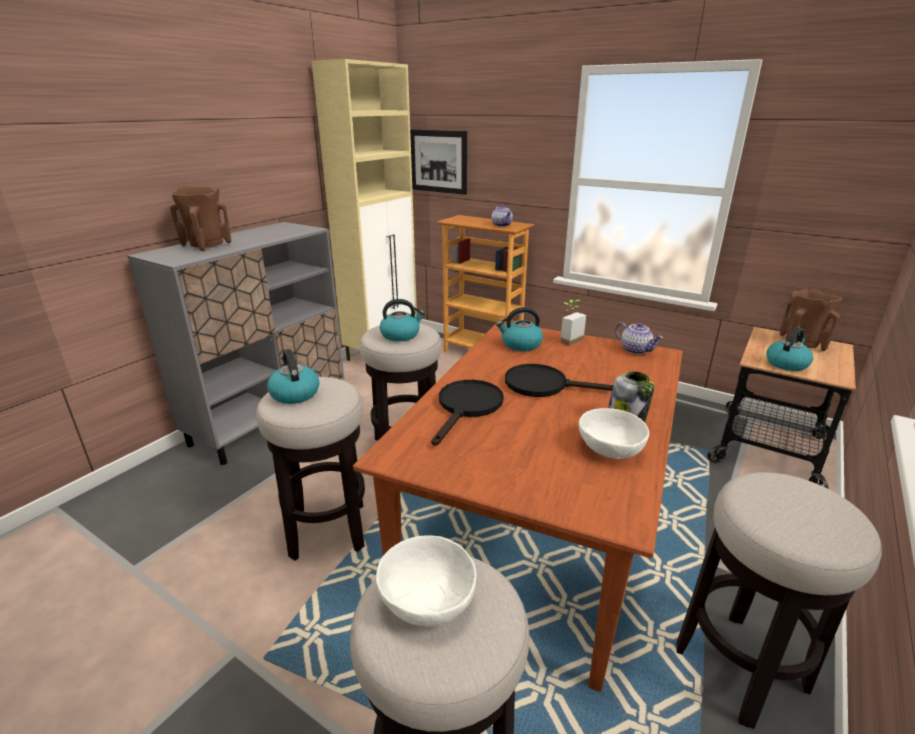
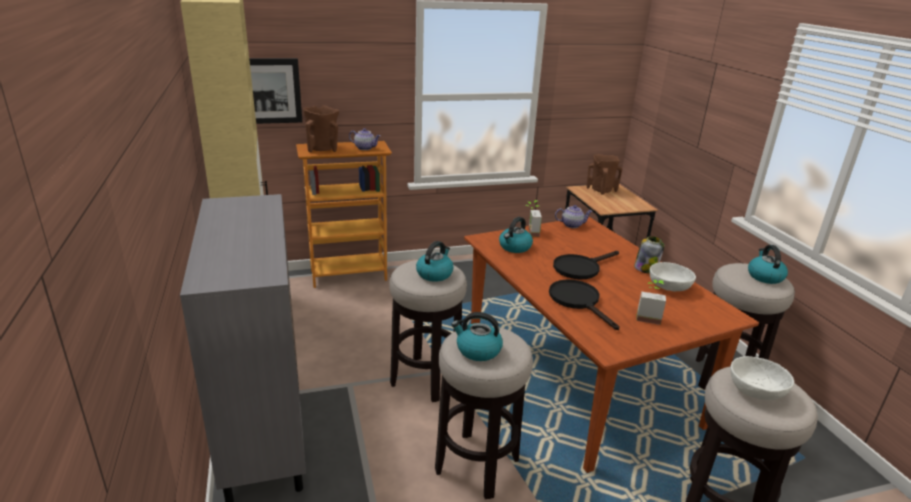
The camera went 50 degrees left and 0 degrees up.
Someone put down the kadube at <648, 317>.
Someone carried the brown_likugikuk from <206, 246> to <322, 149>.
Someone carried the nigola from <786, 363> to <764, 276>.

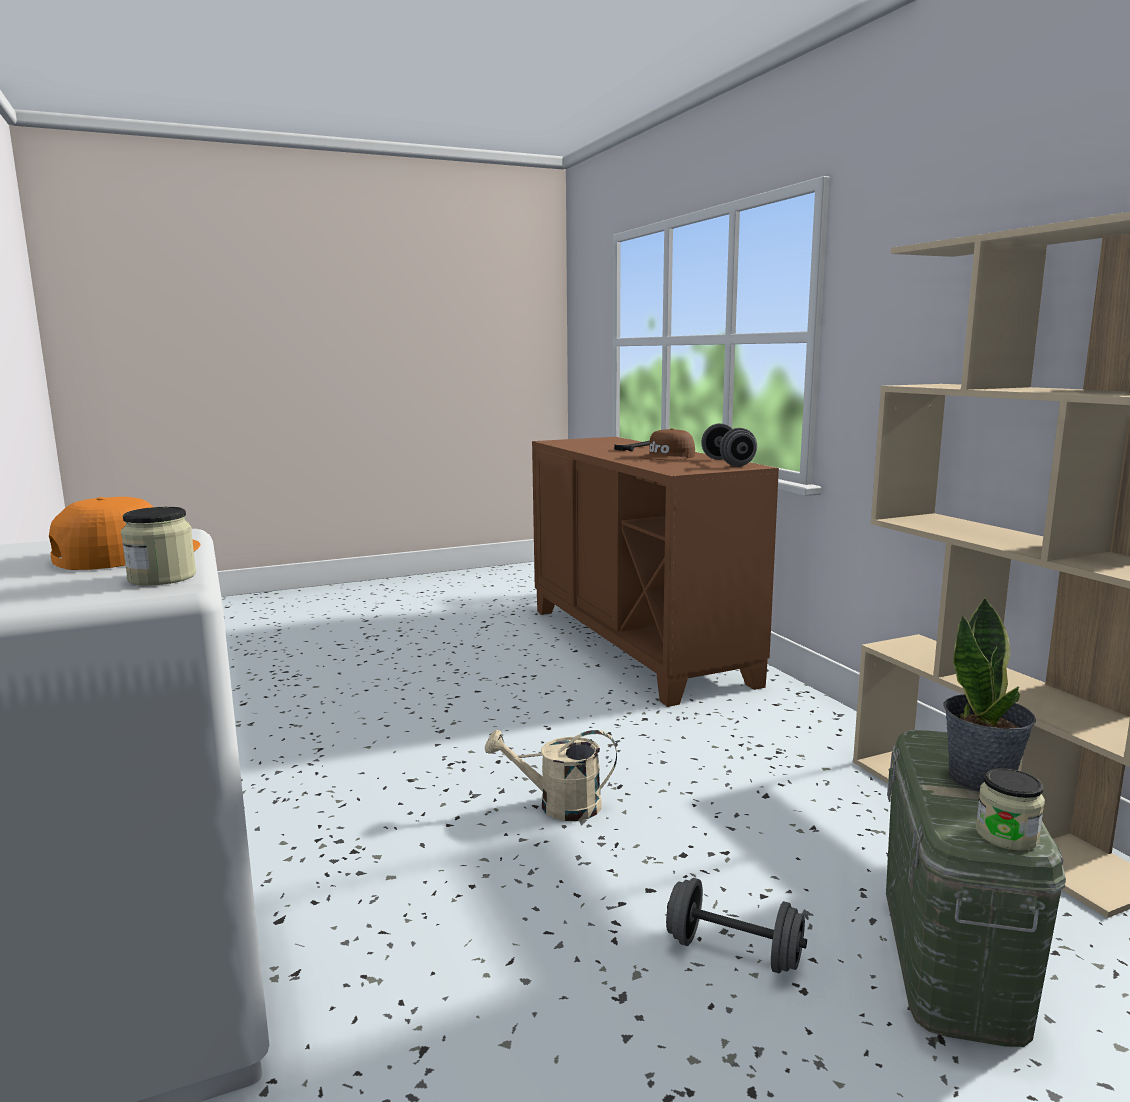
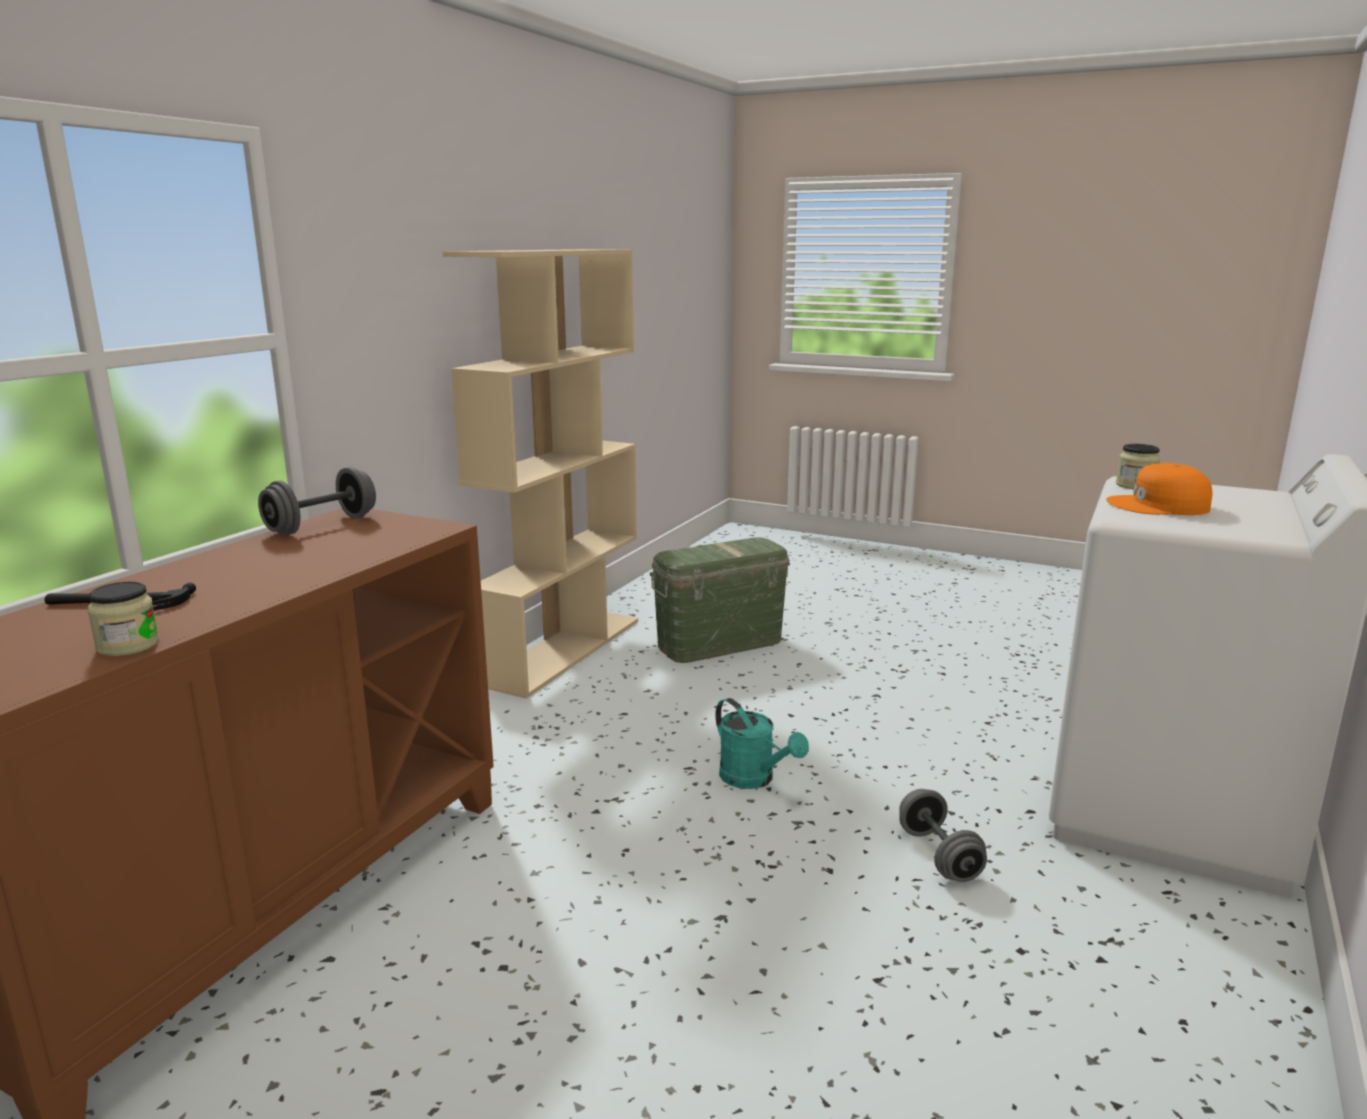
The camera went 130 degrees left and 5 degrees up.
Someone took away the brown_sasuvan at <668, 457>.
Someone took away the kadube at <981, 779>.
Someone carried the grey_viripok from <733, 952> to <939, 855>.
Someone carried the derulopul from <1006, 835> to <128, 645>.
Someone repainted the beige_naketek at <558, 806>, which became the turquoise_naketek at <754, 779>.

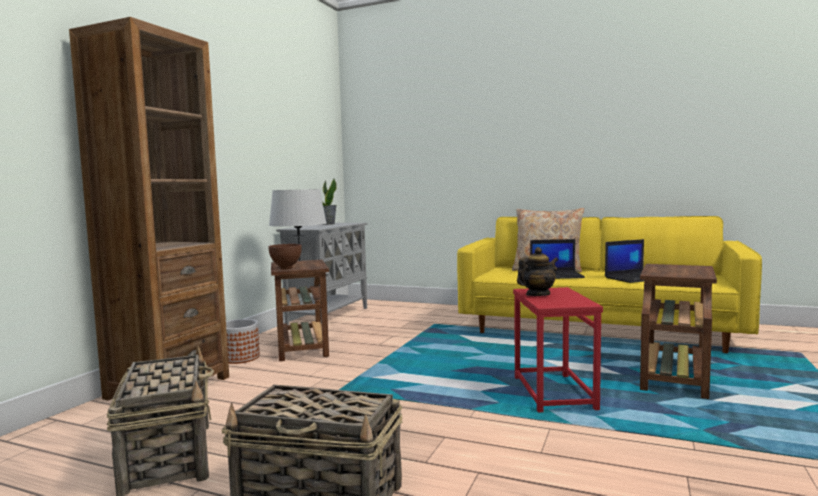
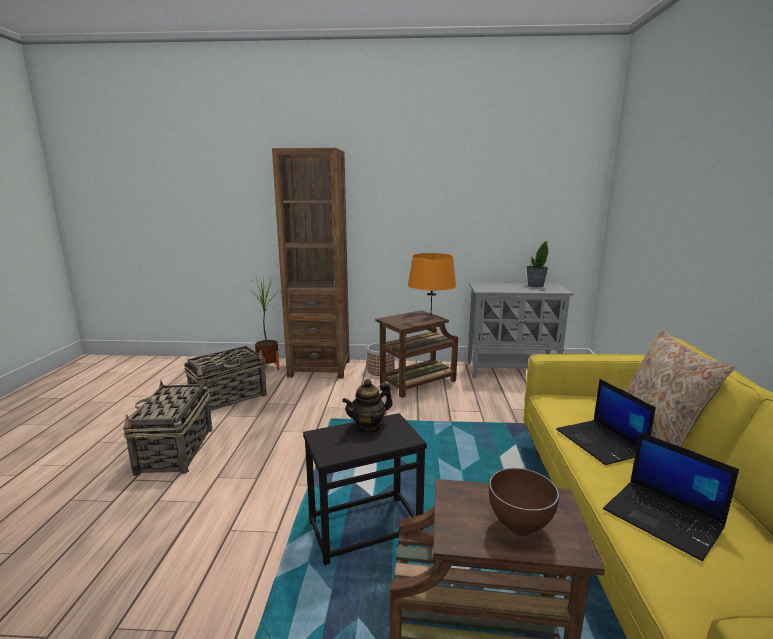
The camera went 70 degrees right and 10 degrees up.
Someone put down the kadube at <268, 368>.
Someone carried the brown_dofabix from <286, 268> to <520, 528>.
Someone repainted the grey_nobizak at <299, 261>, which became the orange_nobizak at <430, 316>.
Someone repainted the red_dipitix at <552, 393>, which became the black_dipitix at <364, 528>.
Someone rotated the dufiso at <537, 295> by 105 degrees clockwise.

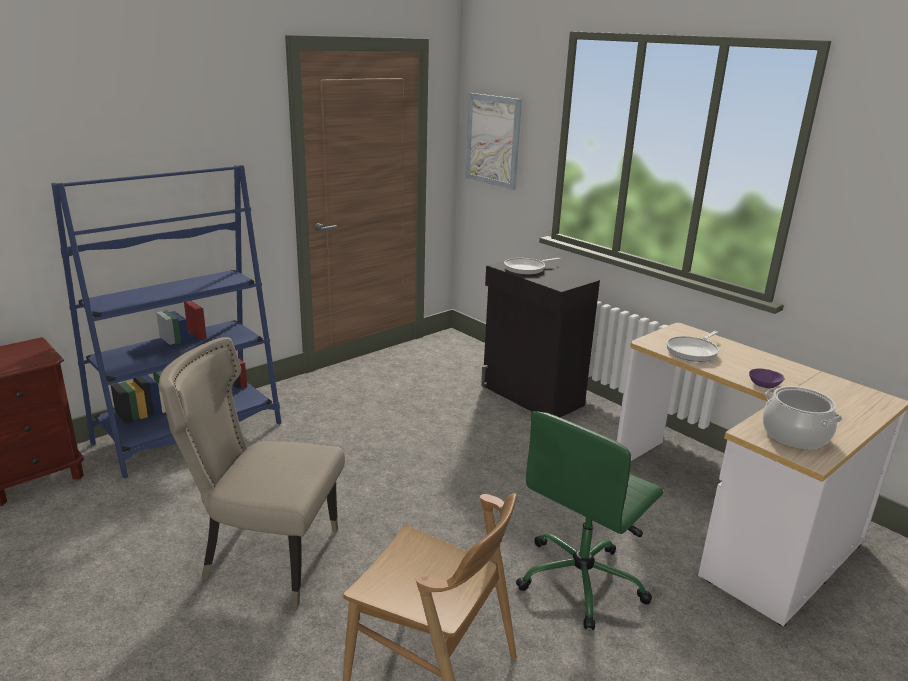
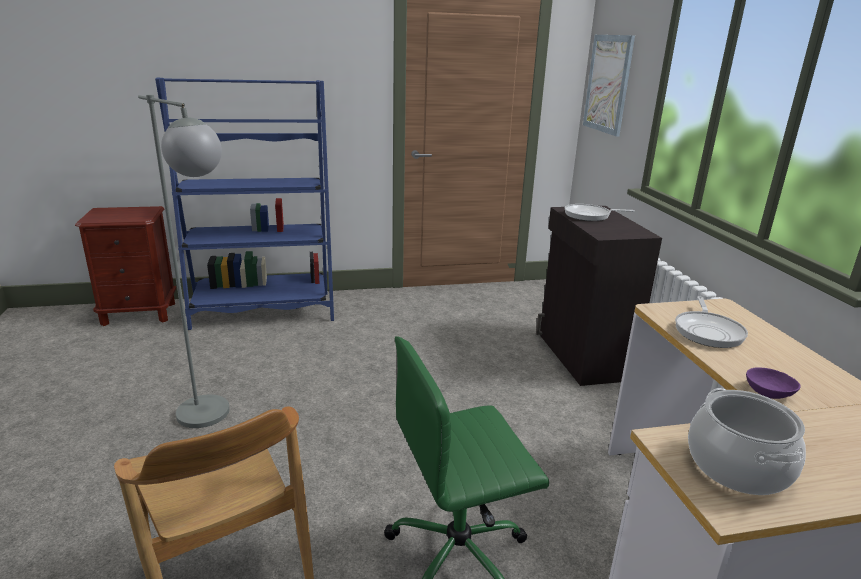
The camera went 30 degrees right and 0 degrees up.
Someone swapped the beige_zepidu at <265, 557> for the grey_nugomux at <213, 420>.
Someone rotated the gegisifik at <693, 351> by 60 degrees counterclockwise.

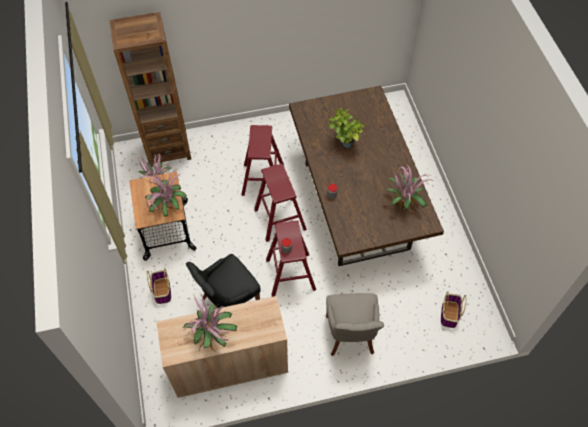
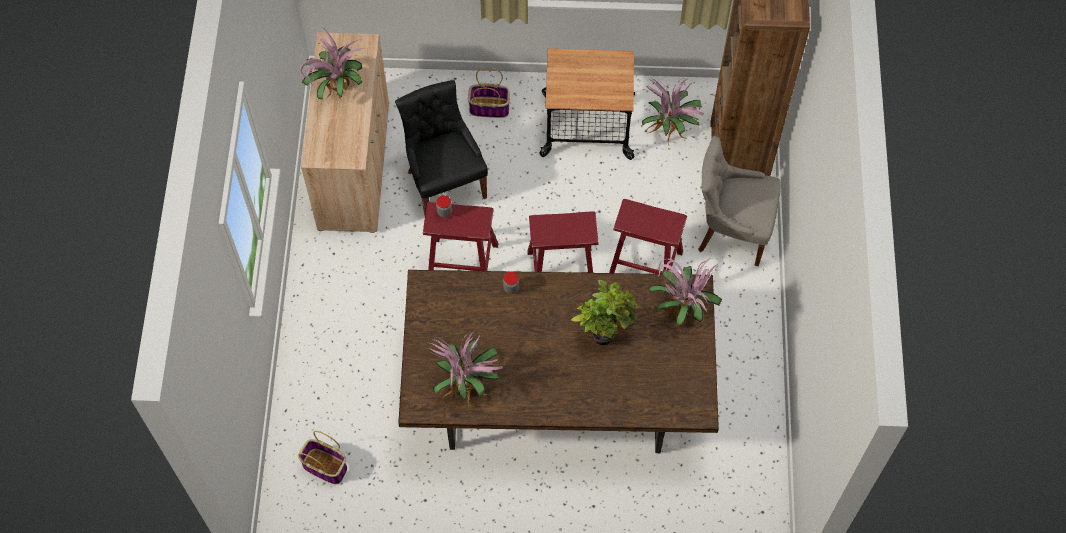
The camera went 105 degrees right and 5 degrees up.
Someone carried the kadube from <168, 208> to <681, 308>.
Someone carried the grey_zepidu from <350, 336> to <731, 231>.

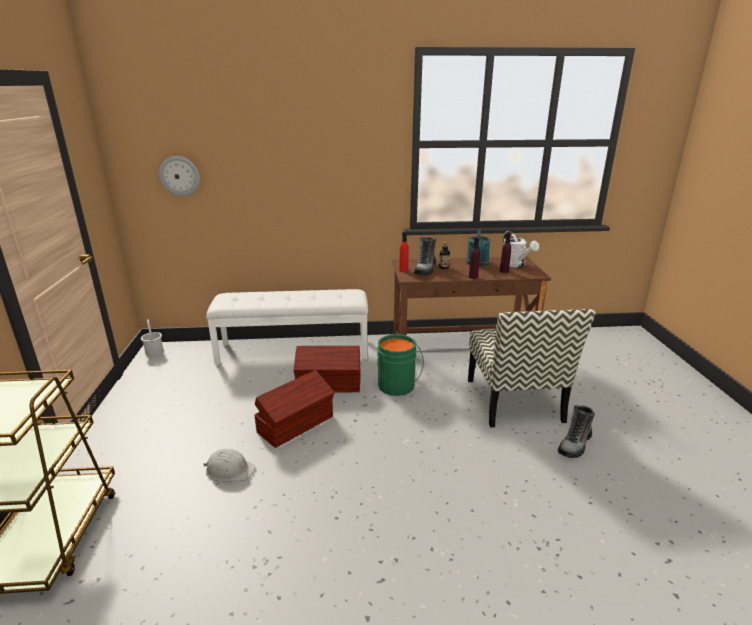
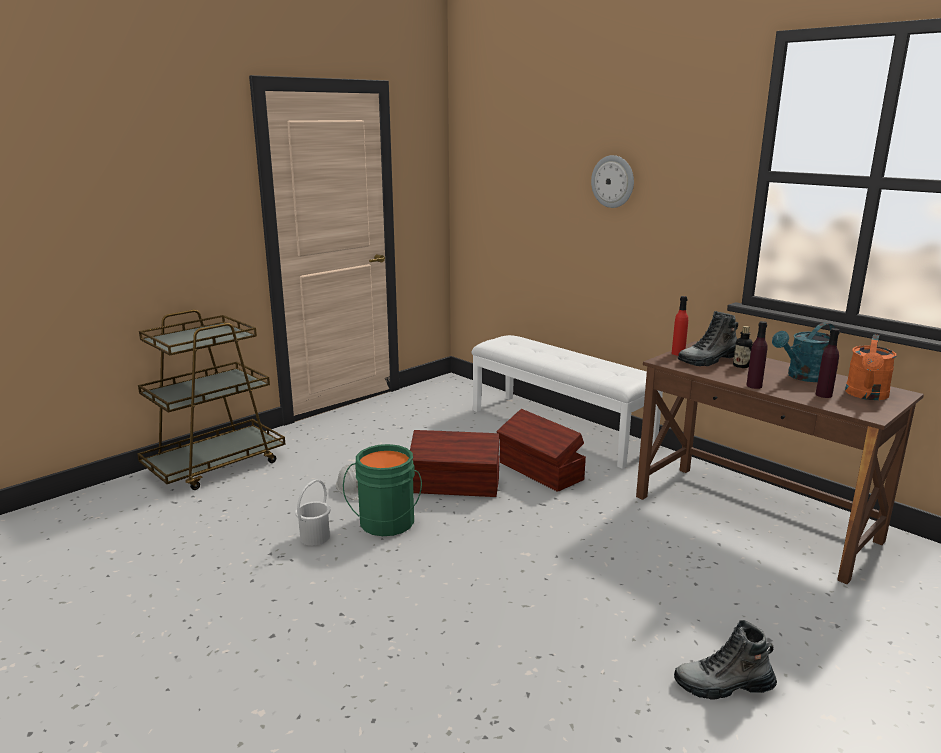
The camera went 50 degrees right and 5 degrees down.
Someone took away the zepidu at <515, 401>.
Someone carried the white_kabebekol from <154, 352> to <314, 537>.
Someone carried the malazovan from <179, 176> to <613, 181>.
Someone carried the green_kabebekol from <397, 387> to <386, 524>.
Someone repainted the white_naketek at <515, 265>, which became the orange_naketek at <866, 395>.

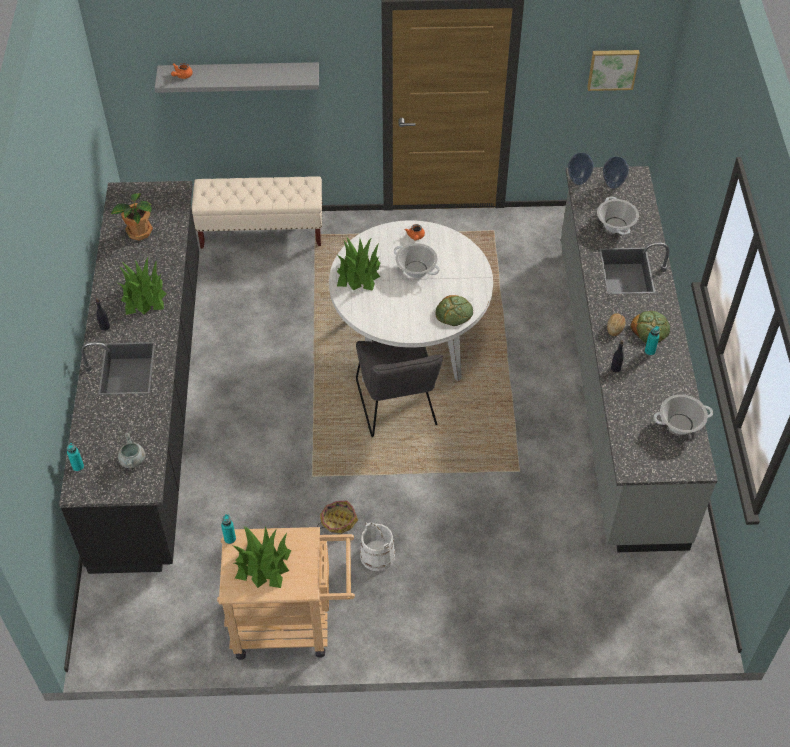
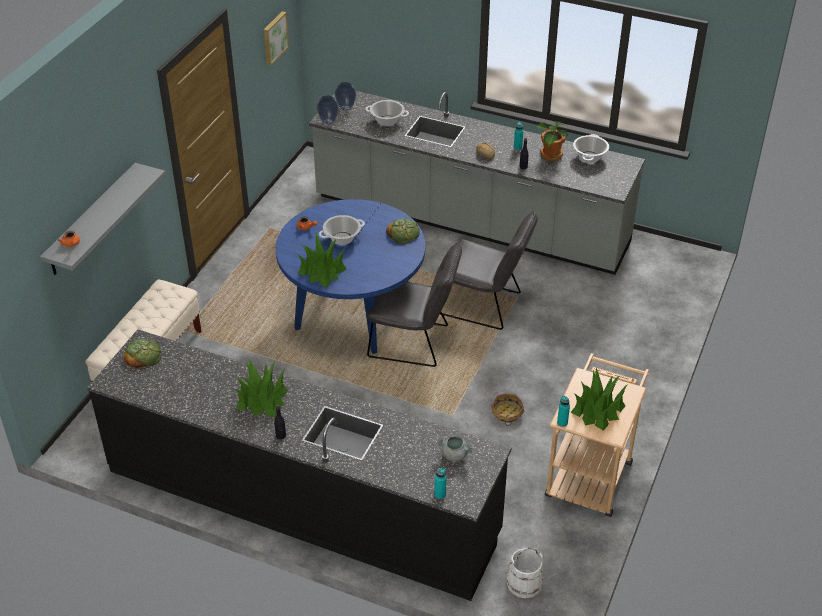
The camera went 65 degrees left and 10 degrees down.
Someone put down the grey_zepidu at <485, 305>.
Someone carried the kadube from <138, 231> to <550, 156>.
Someone carried the white_kabebekol from <377, 556> to <524, 583>.
Someone carried the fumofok from <650, 329> to <143, 355>.
Someone repainted the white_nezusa at <410, 344>, which became the blue_nezusa at <353, 314>.

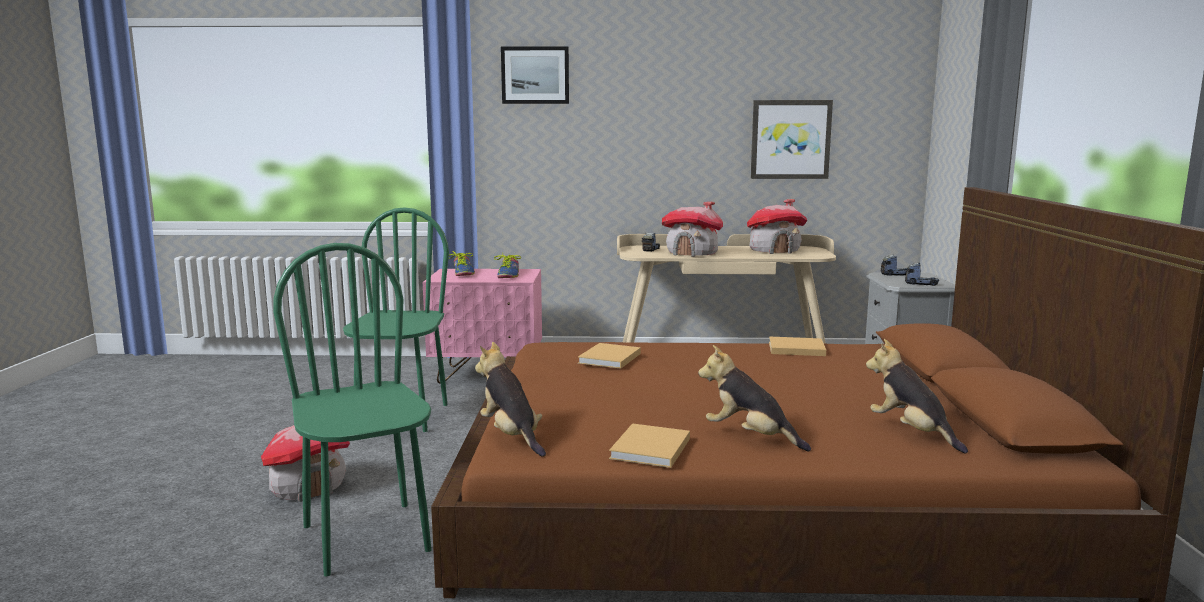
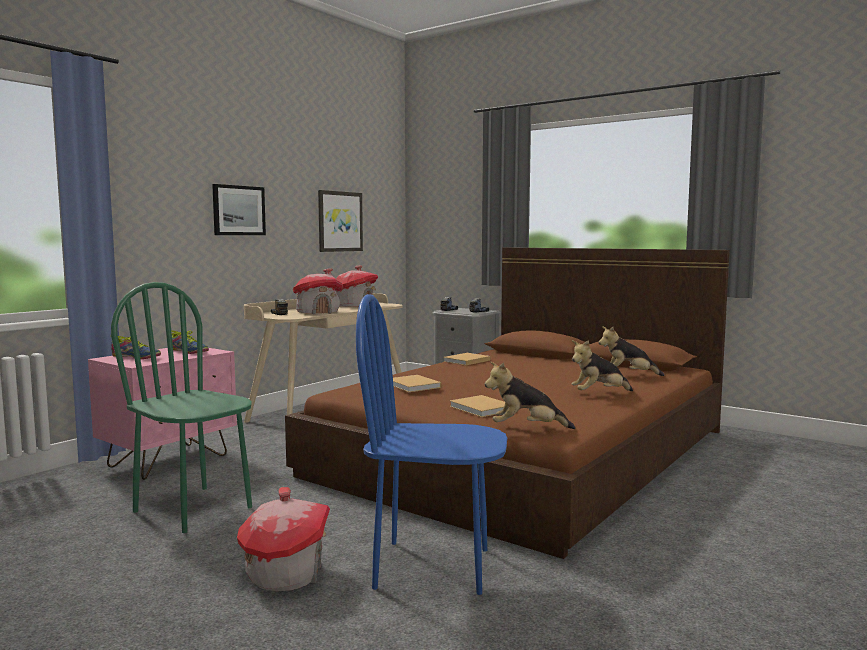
The camera went 55 degrees left and 5 degrees down.
Someone carried the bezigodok from <535, 75> to <238, 210>.
Someone carried the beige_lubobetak from <649, 449> to <482, 409>.
Someone repainted the green_zepidu at <367, 538>, which became the blue_zepidu at <433, 567>.

